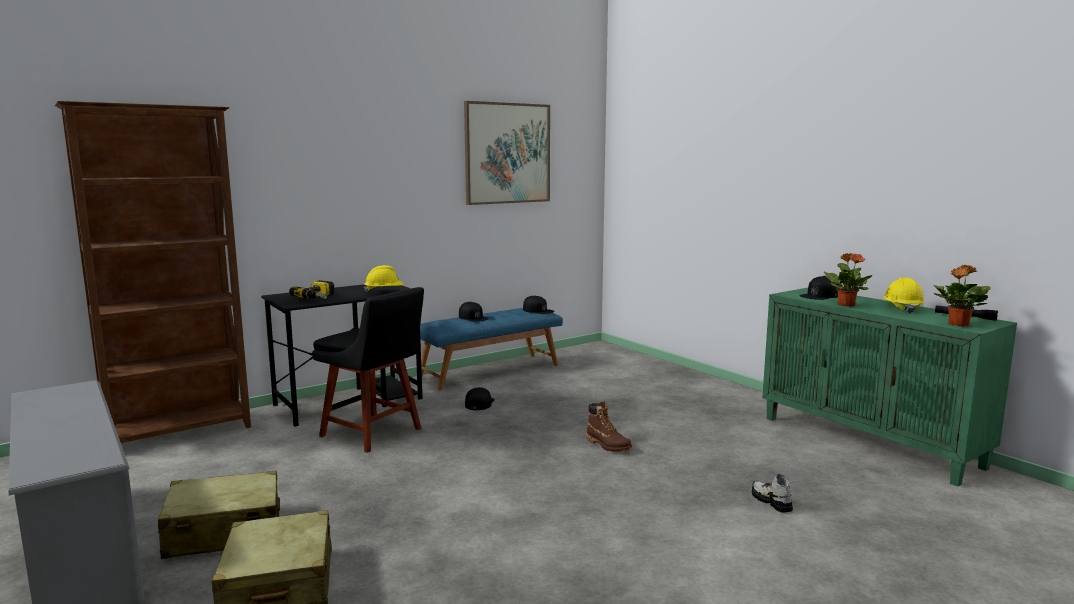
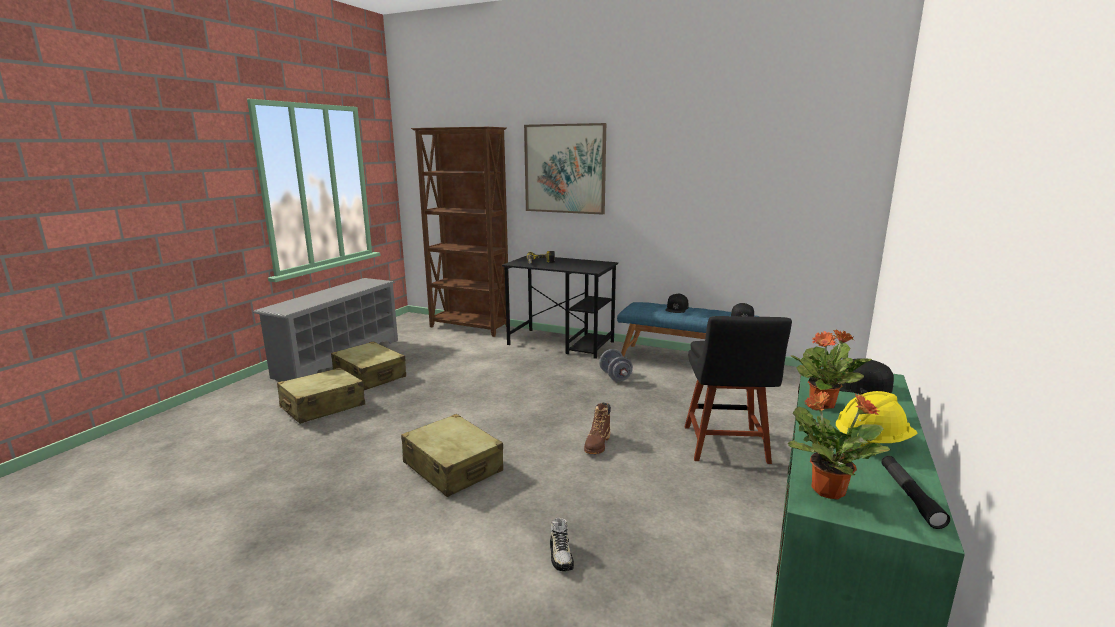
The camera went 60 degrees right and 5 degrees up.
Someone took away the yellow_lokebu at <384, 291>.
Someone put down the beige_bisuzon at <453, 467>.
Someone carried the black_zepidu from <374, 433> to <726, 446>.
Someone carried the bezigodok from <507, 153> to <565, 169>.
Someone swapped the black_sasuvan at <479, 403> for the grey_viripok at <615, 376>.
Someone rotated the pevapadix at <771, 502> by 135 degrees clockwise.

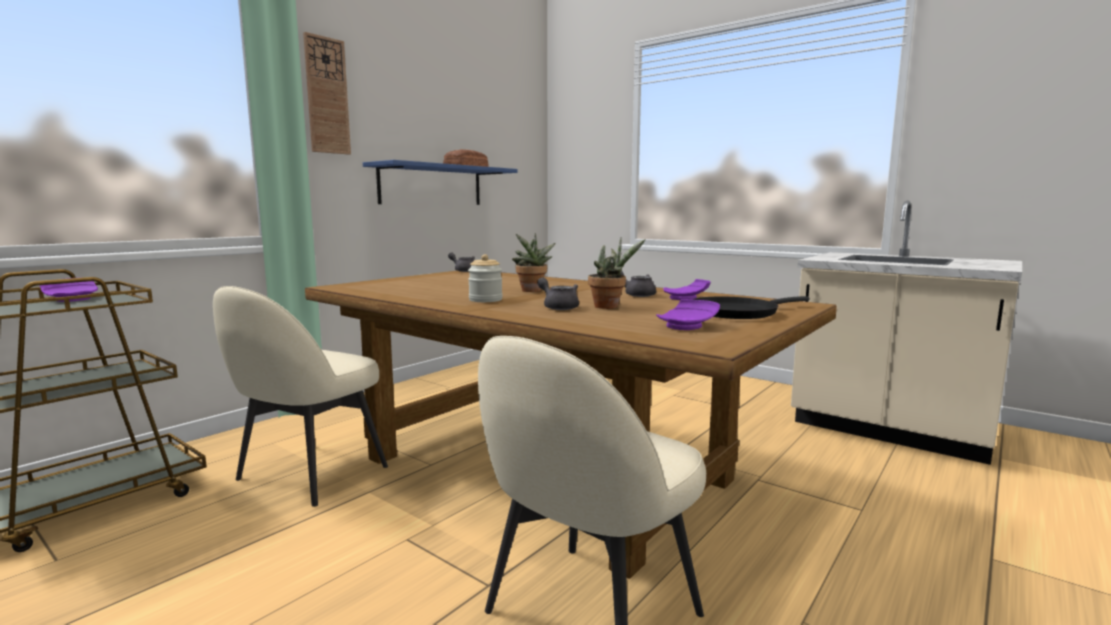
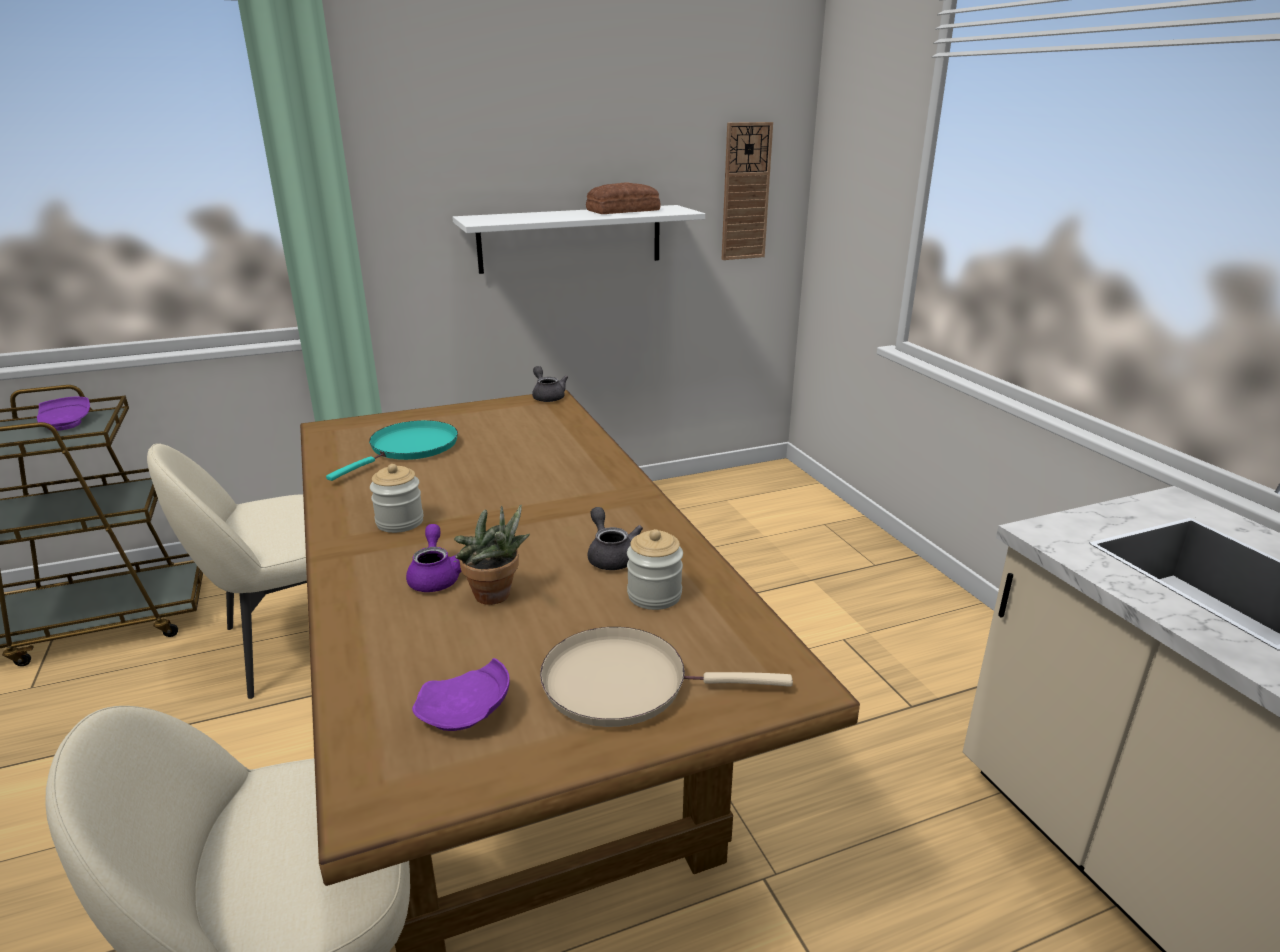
The camera went 30 degrees right and 15 degrees up.
Someone took away the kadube at <531, 291>.
Someone put down the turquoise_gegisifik at <410, 448>.
Someone carried the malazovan from <327, 96> to <745, 192>.
Someone swapped the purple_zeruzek at <686, 298> for the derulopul at <654, 595>.
Someone repainted the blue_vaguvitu at <431, 185>, which became the white_vaguvitu at <571, 238>.
Someone repainted the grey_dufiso at <558, 307>, which became the purple_dufiso at <436, 576>.
Someone repainted the black_gegisifik at <737, 312>, which became the beige_gegisifik at <625, 683>.

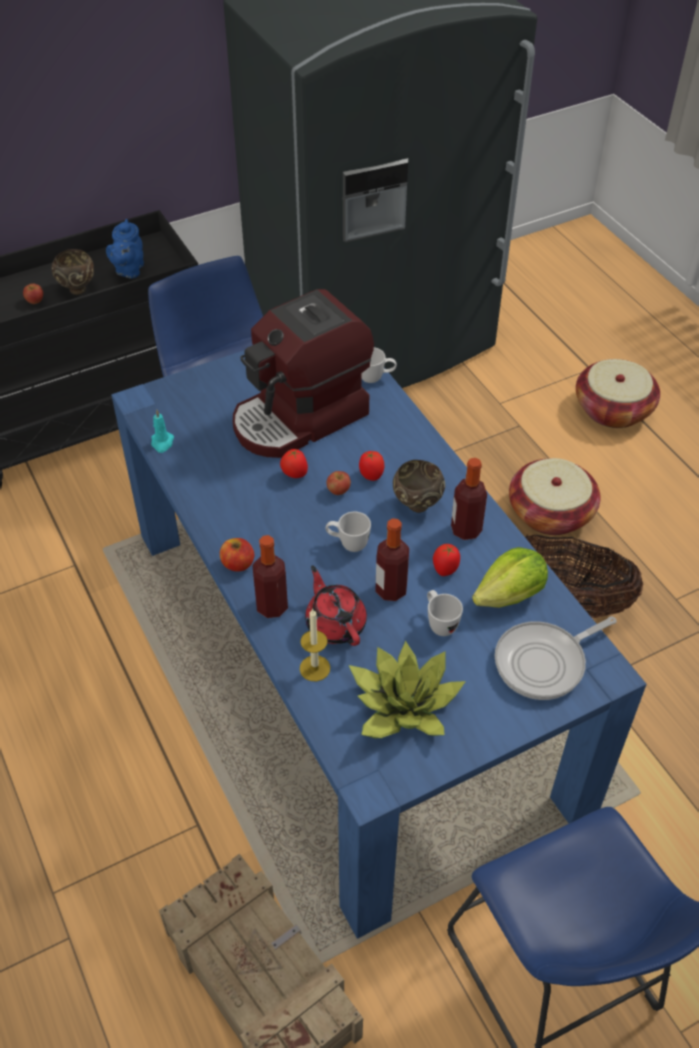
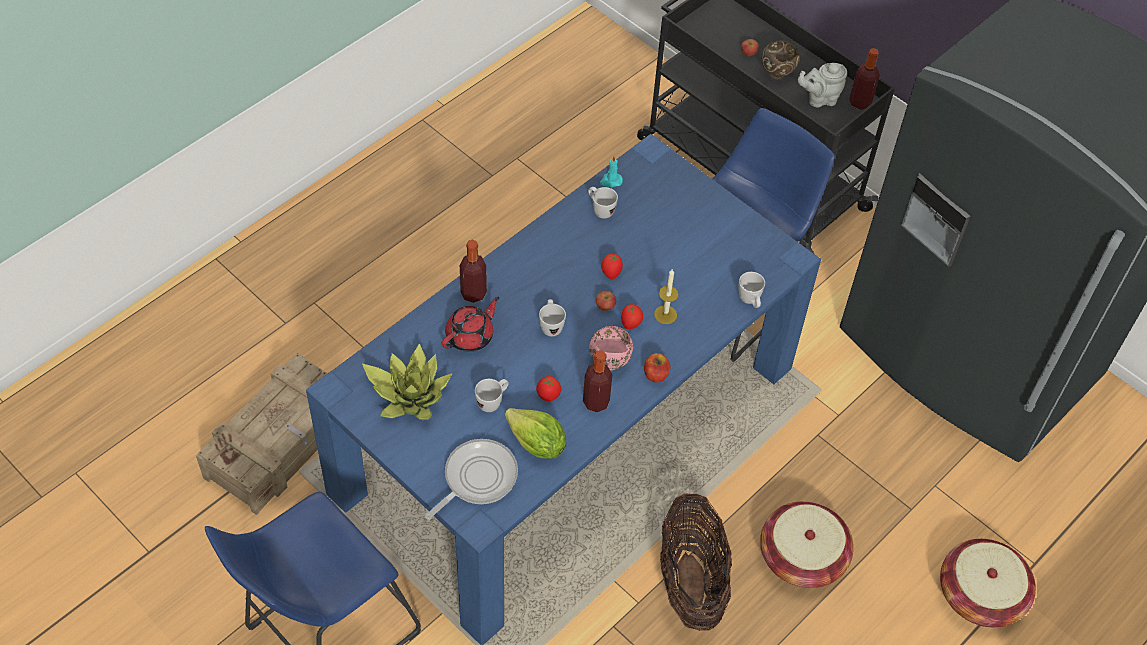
The camera went 70 degrees right and 5 degrees up.
Someone took away the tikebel at <300, 418>.
Someone put down the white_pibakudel at <600, 210>.
Someone carried the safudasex from <238, 564> to <656, 374>.
Someone carried the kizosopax from <315, 668> to <665, 314>.
Someone carried the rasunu from <391, 590> to <860, 103>.
Someone repainted the blue_dufiso at <129, 270>, which became the grey_dufiso at <819, 99>.
Someone repainted the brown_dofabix at <416, 505>, which became the pink_dofabix at <609, 362>.
Someone rotated the gegisifik at <544, 662> by 90 degrees clockwise.

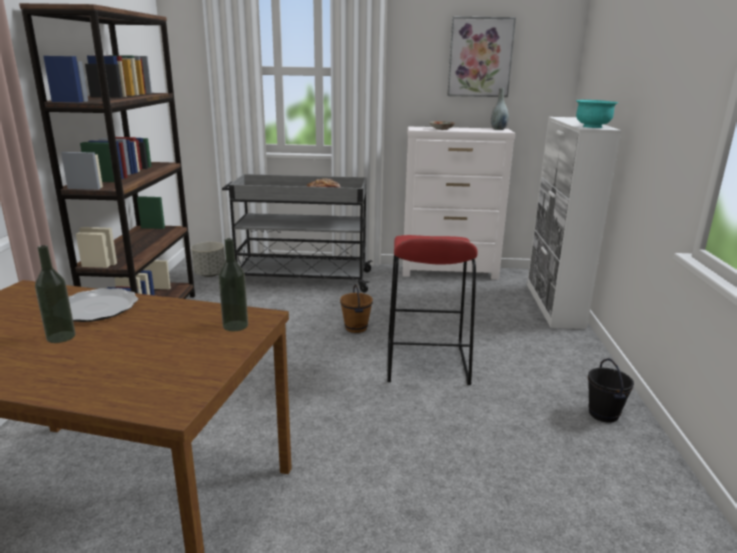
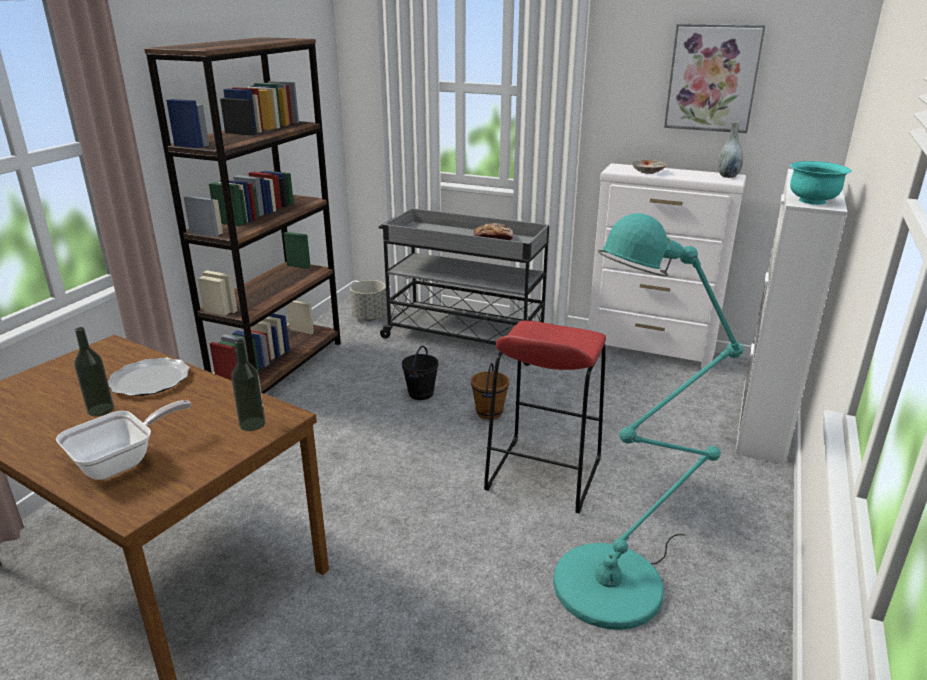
The camera went 20 degrees right and 5 degrees up.
Someone put down the gegisifik at <122, 462>.
Someone put down the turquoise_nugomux at <619, 579>.
Someone carried the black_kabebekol from <603, 414> to <420, 394>.

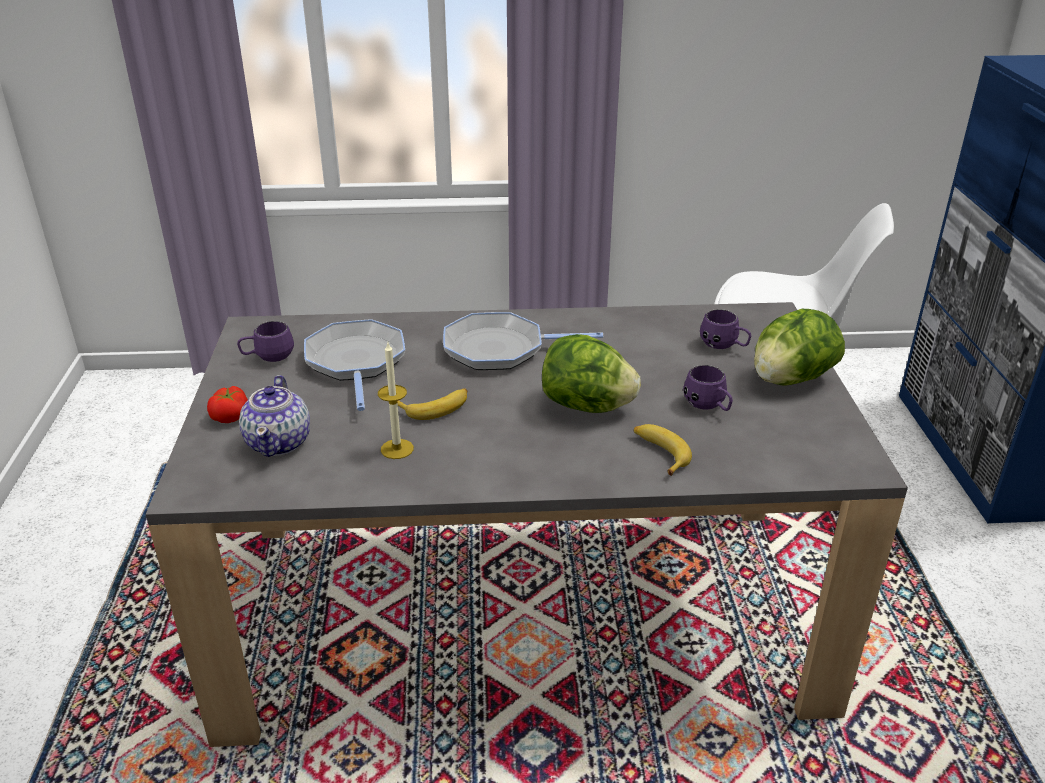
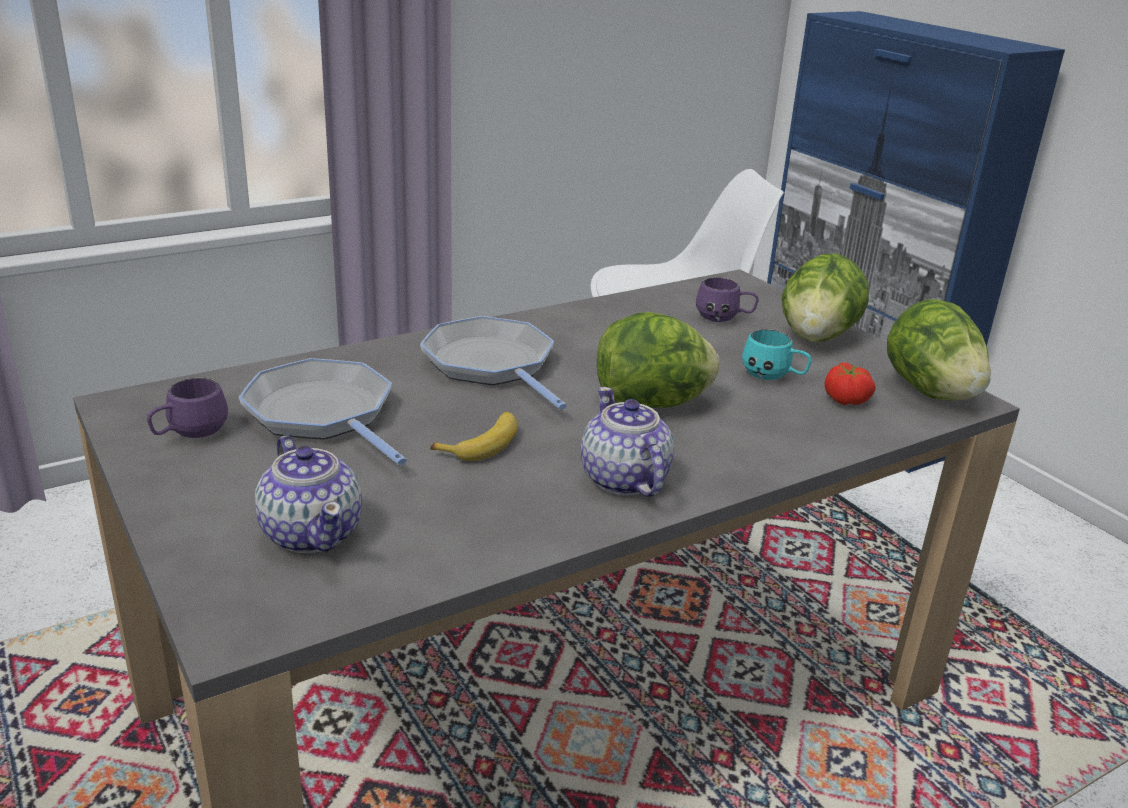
The camera went 30 degrees left and 5 degrees down.
Someone took away the kizosopax at <397, 449>.
Someone took away the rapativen at <659, 453>.
Someone put down the dufiso at <623, 480>.
Someone put down the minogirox at <930, 391>.
Someone carried the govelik from <231, 417> to <846, 399>.
Someone repainted the purple_pibakudel at <708, 407>, which became the turquoise_pibakudel at <773, 377>.
Someone rotated the gegisifik at <500, 349> by 90 degrees clockwise.

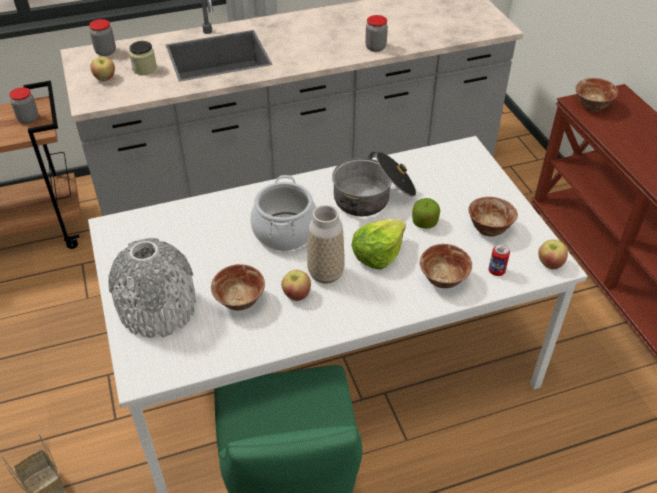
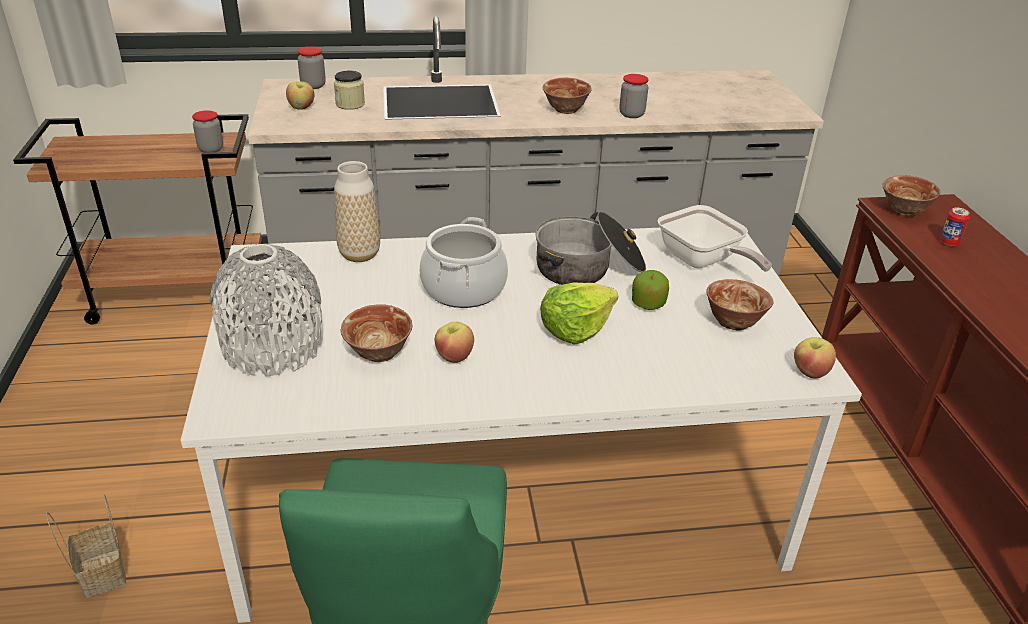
The camera went 10 degrees right and 10 degrees down.
Someone put down the gegisifik at <703, 262>.
Someone carried the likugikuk from <325, 274> to <359, 254>.
Someone carried the dofabix from <443, 280> to <566, 110>.
Someone carried the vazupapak from <496, 271> to <949, 242>.

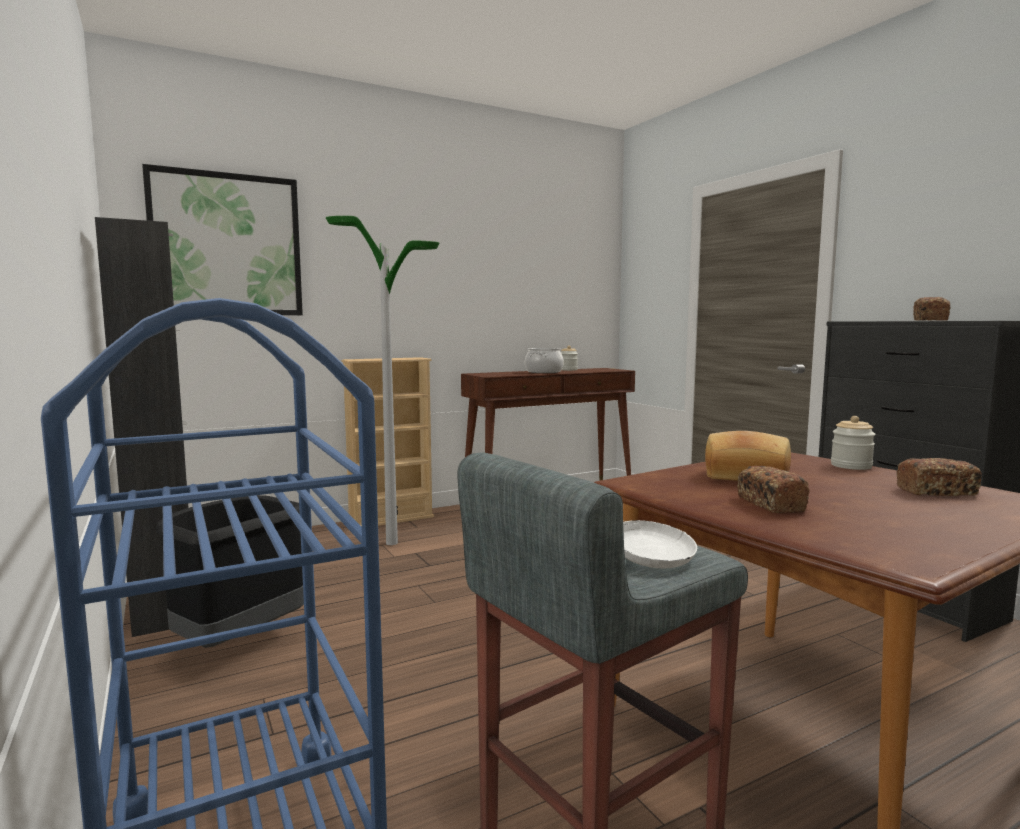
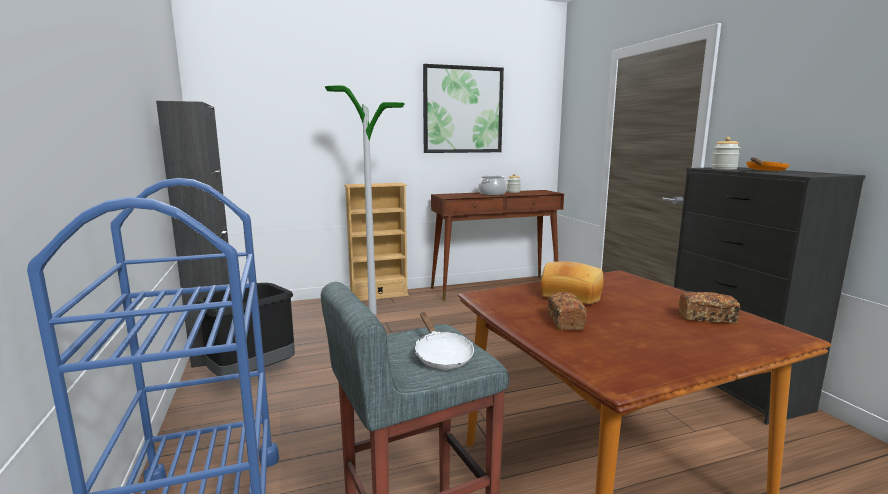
The camera went 10 degrees right and 5 degrees up.
Someone carried the bezigodok from <227, 245> to <463, 110>.
Someone carried the derulopul from <851, 466> to <723, 169>.
Someone swapped the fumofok at <930, 320> for the orange_gegisifik at <764, 171>.

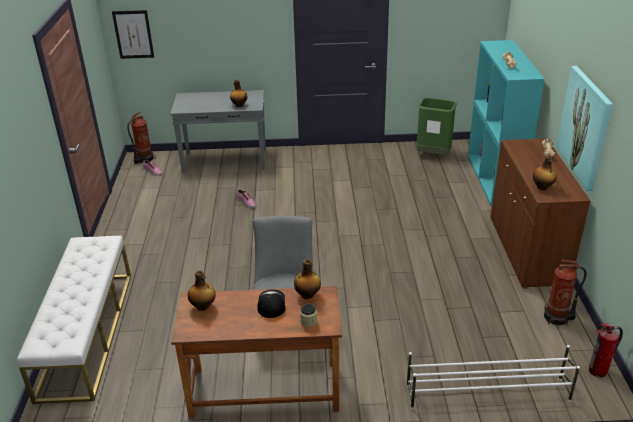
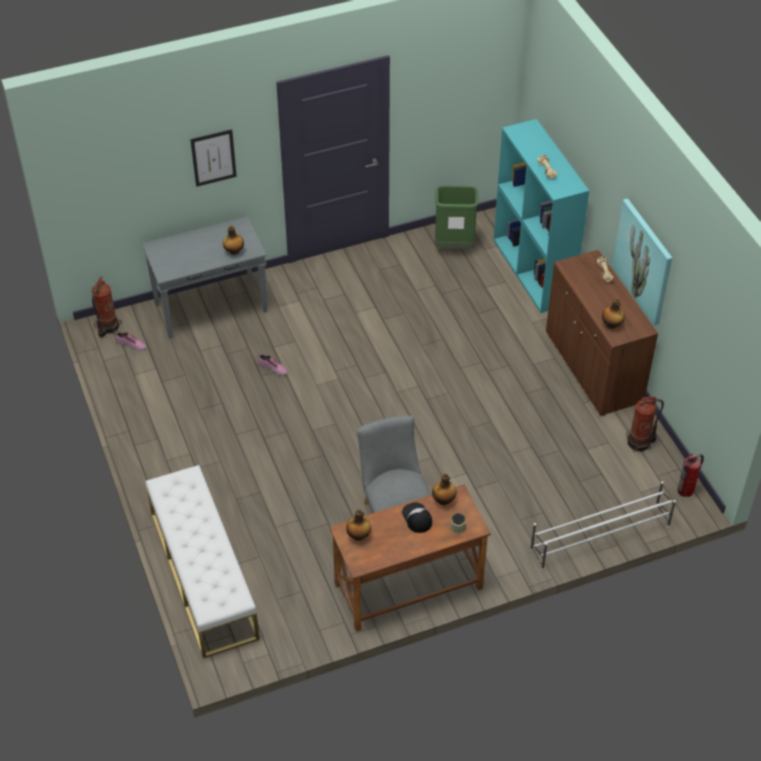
The camera went 20 degrees left and 15 degrees up.
Someone carried the bezigodok from <133, 34> to <213, 157>.

